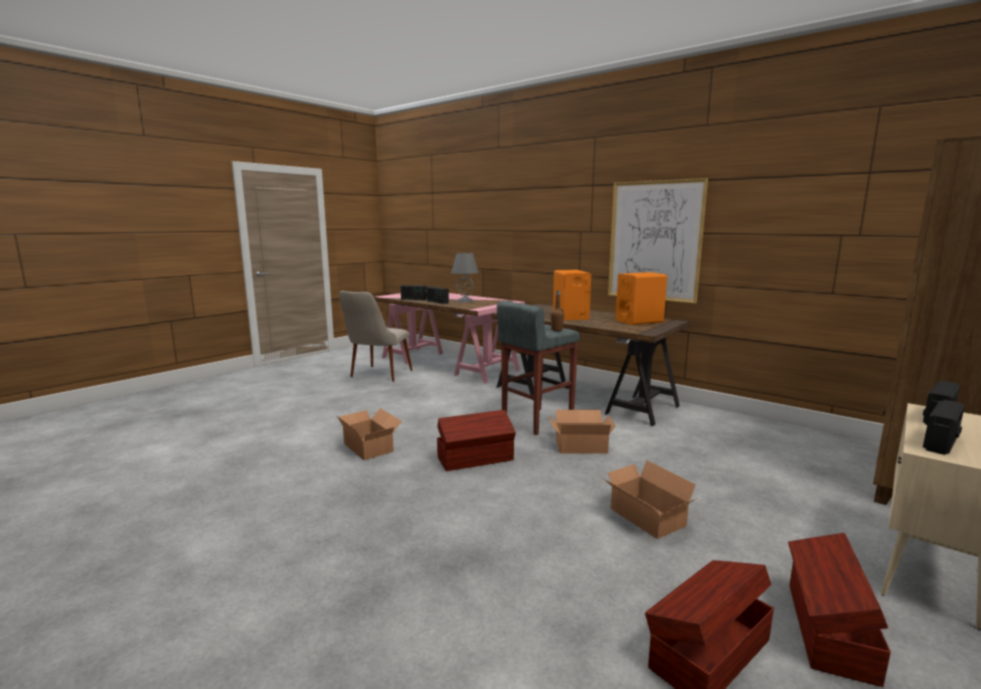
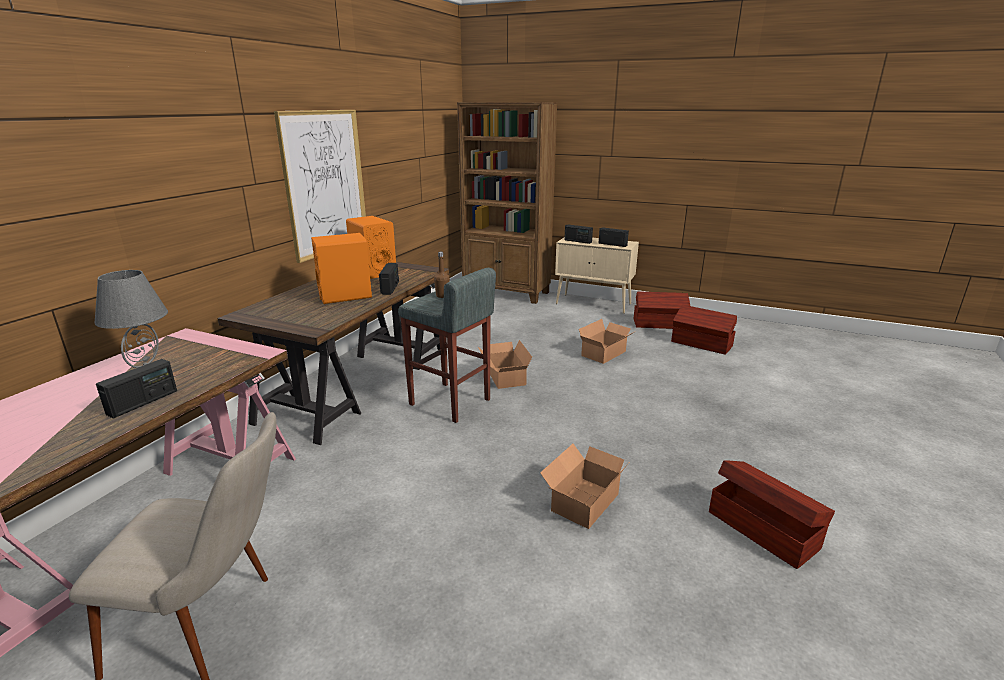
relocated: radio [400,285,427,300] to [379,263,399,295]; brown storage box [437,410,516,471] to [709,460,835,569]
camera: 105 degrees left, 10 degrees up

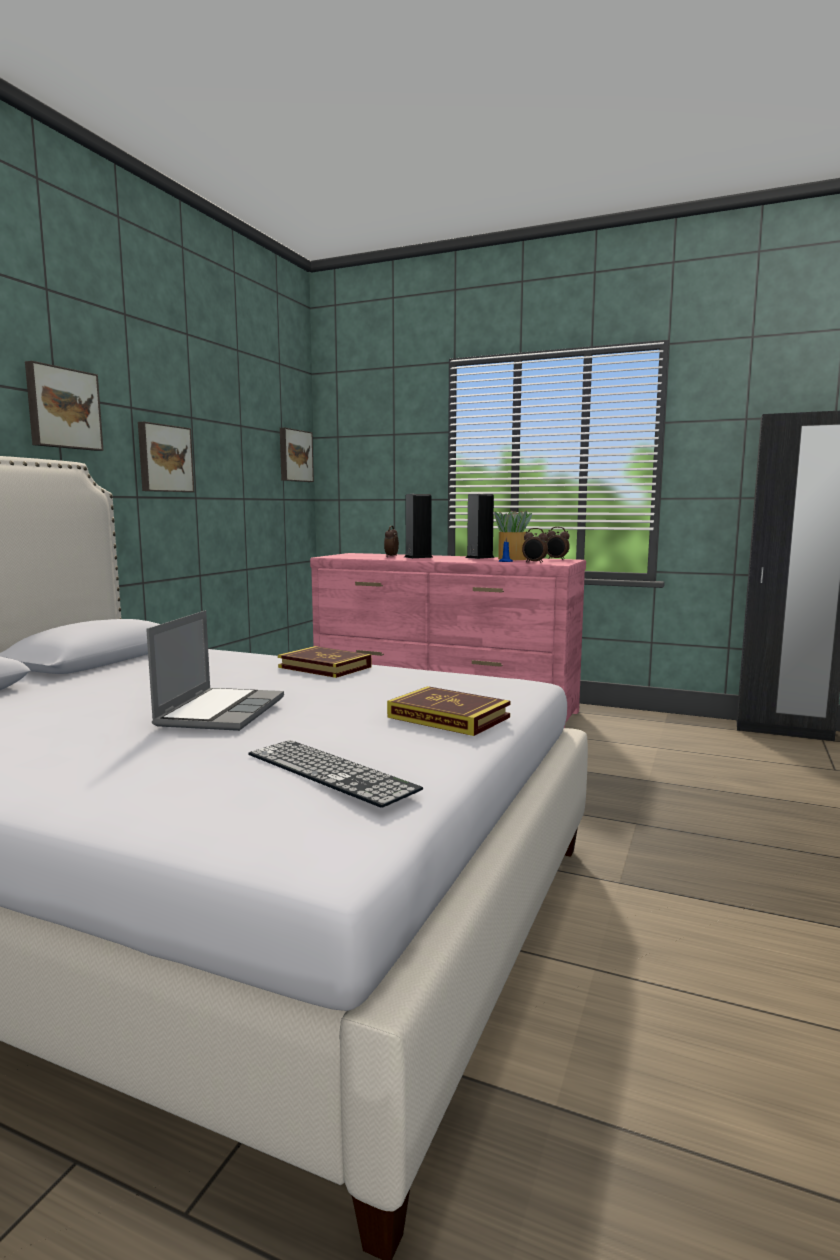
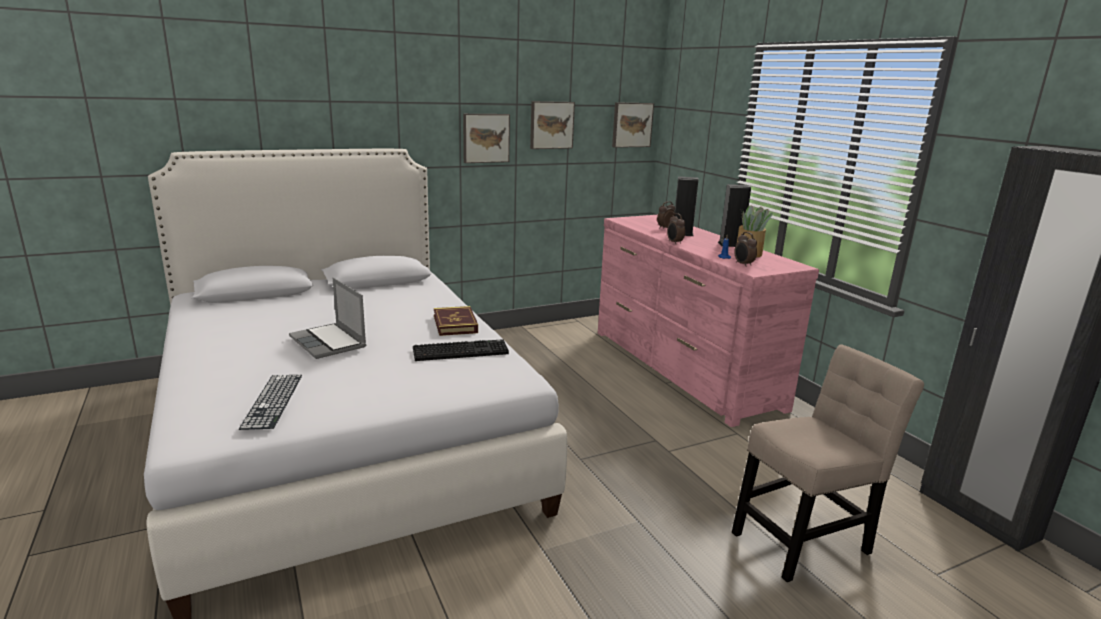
missing: book [387,686,511,736]
appeared: keyboard [413,339,509,361]; beige chair [732,344,924,582]
relocated: picture [25,361,103,451] to [530,101,575,149]; alarm clock [546,527,570,560] to [667,213,685,244]
spun: laptop [146,610,284,731] = [289,278,366,359] 90 degrees clockwise
camera: 40 degrees right, 10 degrees up

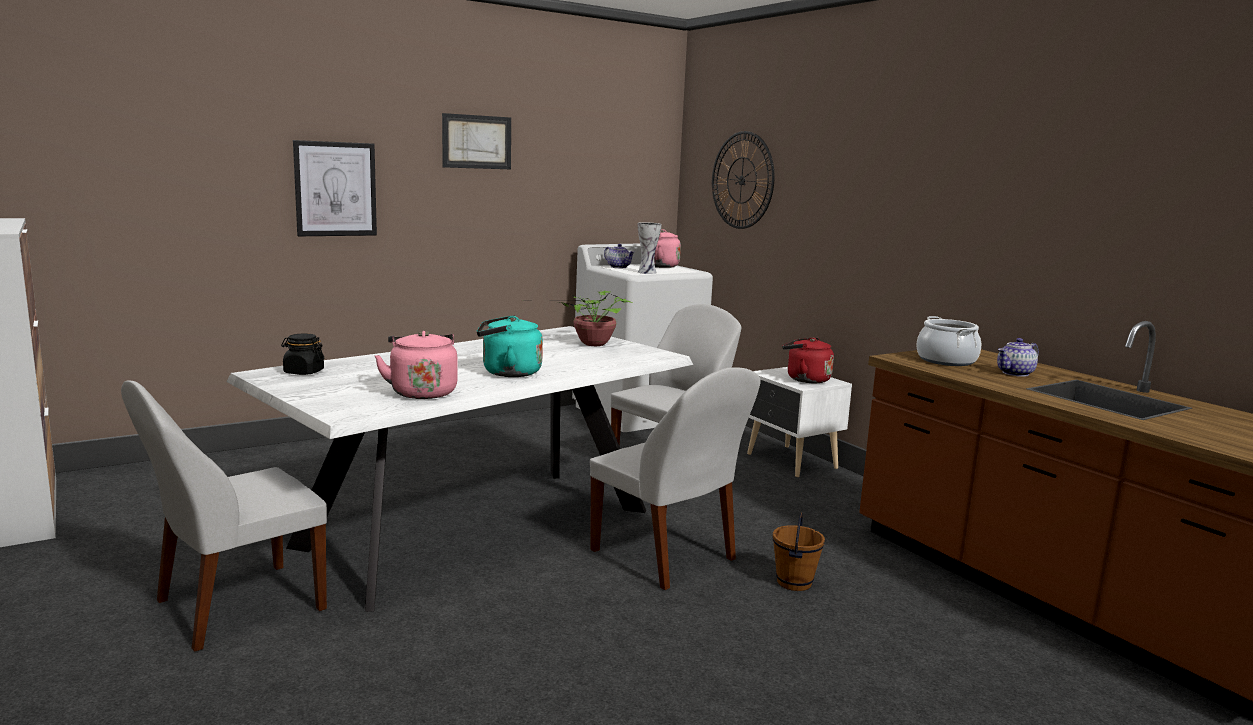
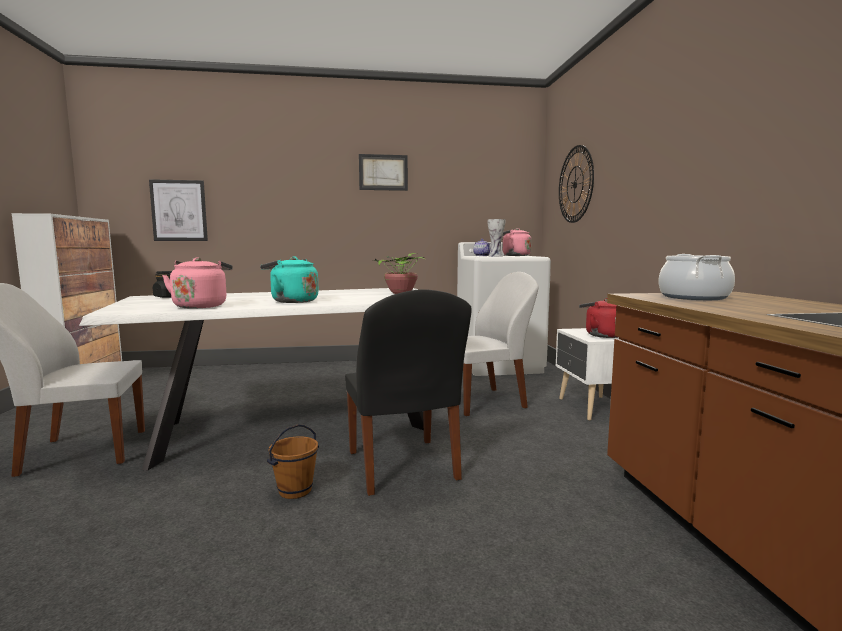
missing: teapot [997,338,1039,377]
relocated: picture [293,140,377,236] to [149,179,208,241]; brown bucket [773,512,825,591] to [267,424,319,499]
colour: white chair [590,367,761,590] to black chair [345,289,472,496]
camera: 25 degrees right, 5 degrees down

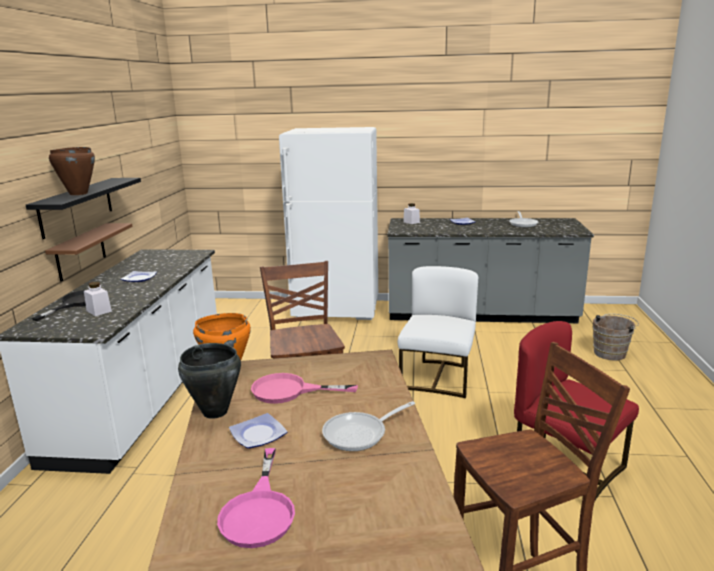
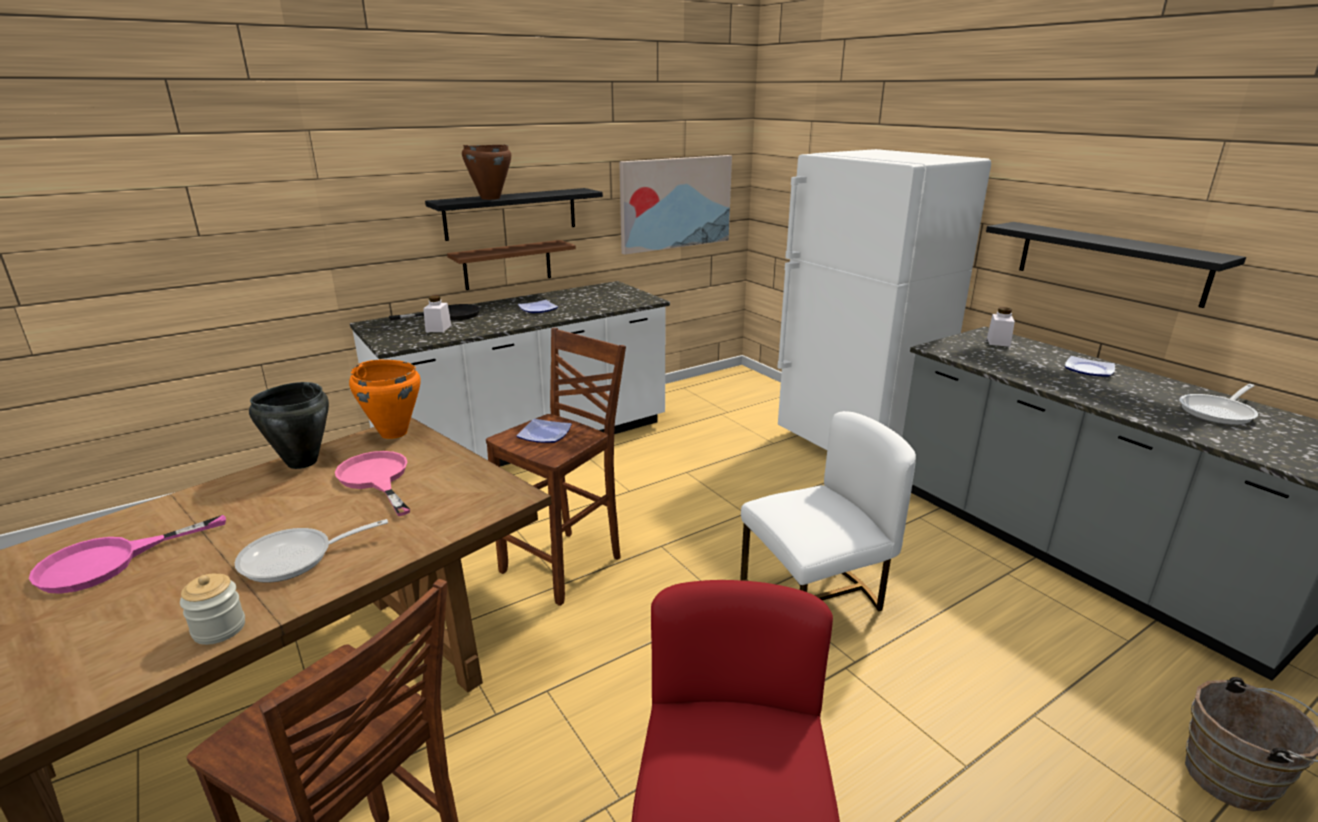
appeared: jar [180,574,245,645]; picture [619,155,732,255]; black shelf [986,222,1246,308]
relocated: plate [229,413,288,449] to [516,419,572,443]
spun: frying pan [322,401,415,451] = [235,519,388,583] 45 degrees counterclockwise
camera: 50 degrees right, 5 degrees up

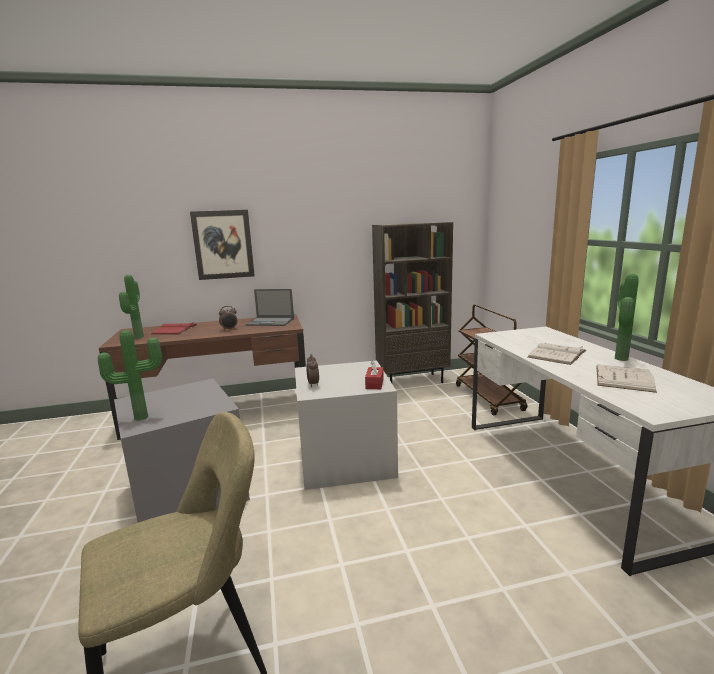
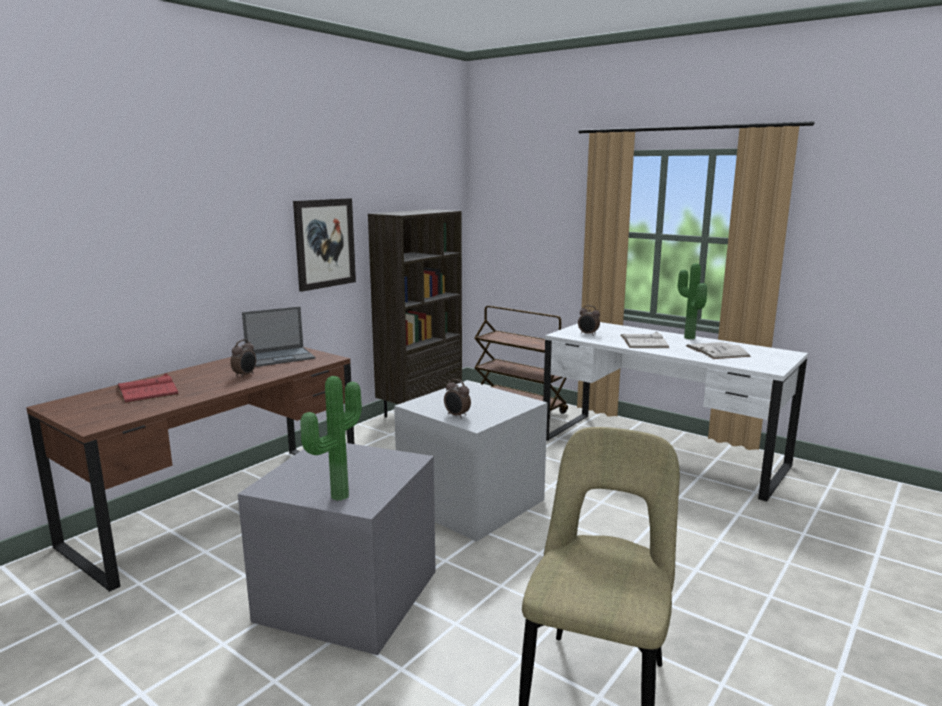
missing: potted plant [119,275,144,338]; red tissue box [365,360,384,389]
appeared: alarm clock [578,305,600,336]
relocated: picture [190,210,255,280] to [293,198,356,292]
camera: 40 degrees left, 0 degrees up

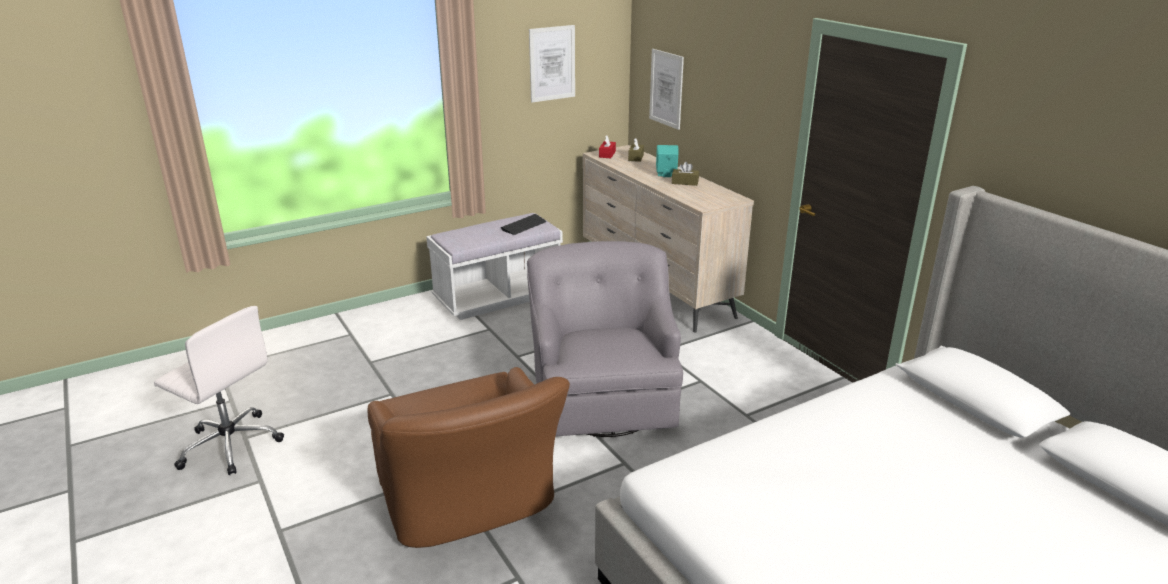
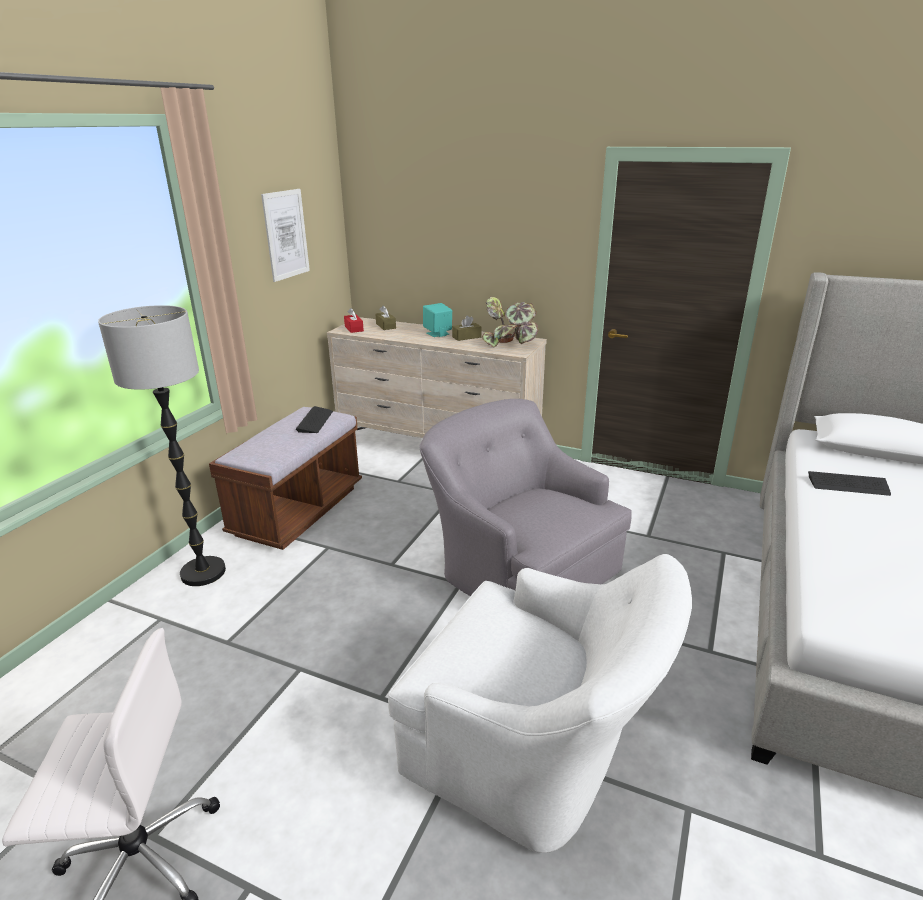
missing: picture [649,49,684,130]
appeared: floor lamp [98,305,226,586]; potted plant [482,297,538,347]; keyboard [808,471,891,496]
colour: white bench [426,213,563,320] to brown bench [209,407,362,550]; brown armchair [367,367,570,548] to white armchair [388,554,692,853]
camera: 35 degrees left, 0 degrees up

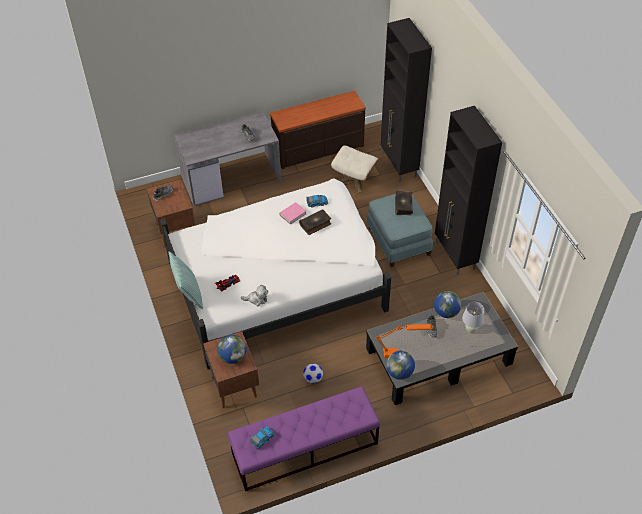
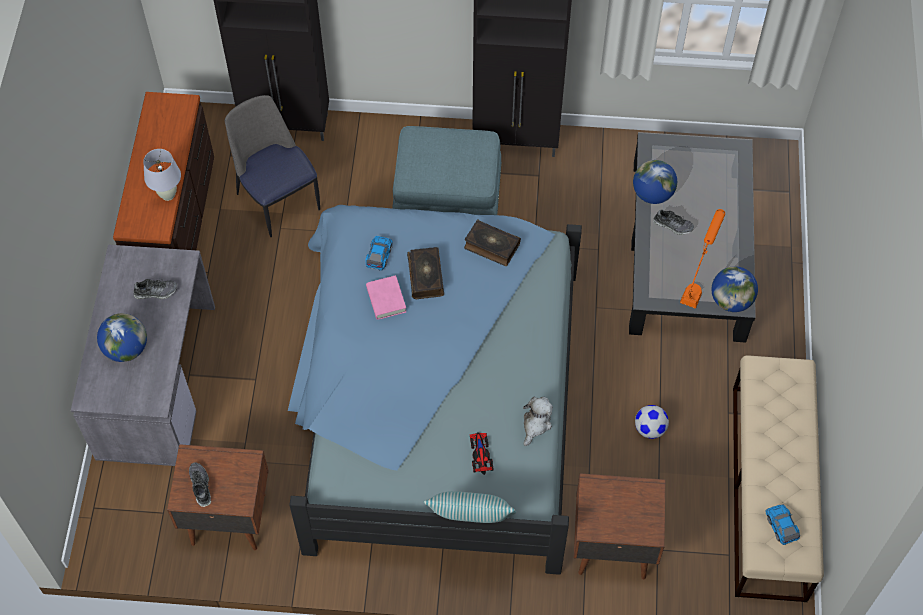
relocated: globe [217,335,247,364] to [97,313,147,362]; white table lamp [462,302,485,334] to [143,149,181,201]; book [395,191,413,215] to [464,219,521,266]
exchanged: beige ottoman [331,145,379,193] to chair [225,95,320,237]
colour: white bed [160,178,391,369] to blue bed [288,205,582,575]; purple bench [228,387,380,491] to beige bench [733,355,824,602]
camera: 65 degrees left, 10 degrees up

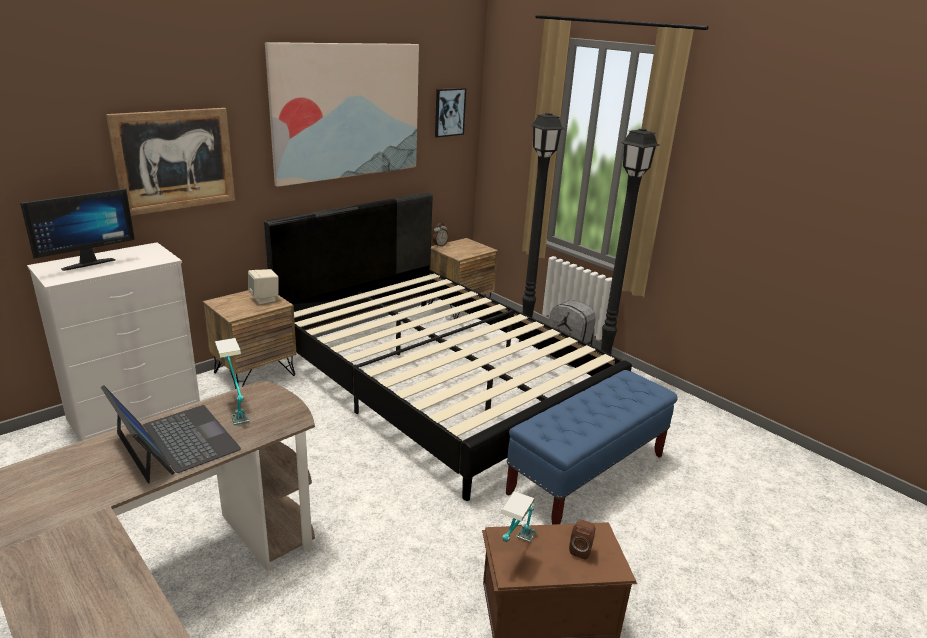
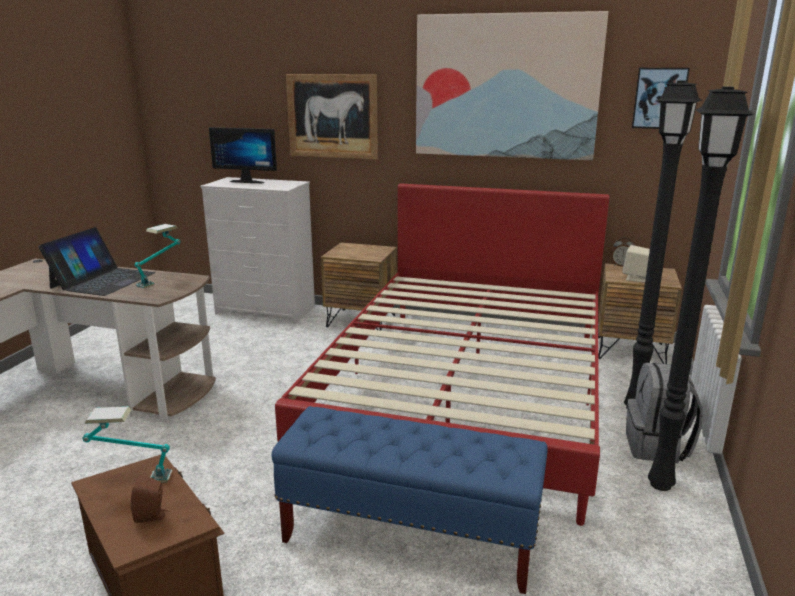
relocated: beige speaker [248,269,279,304] to [622,245,650,282]
colour: black bed [264,192,632,501] to red bed [275,183,610,526]
camera: 60 degrees right, 5 degrees down

